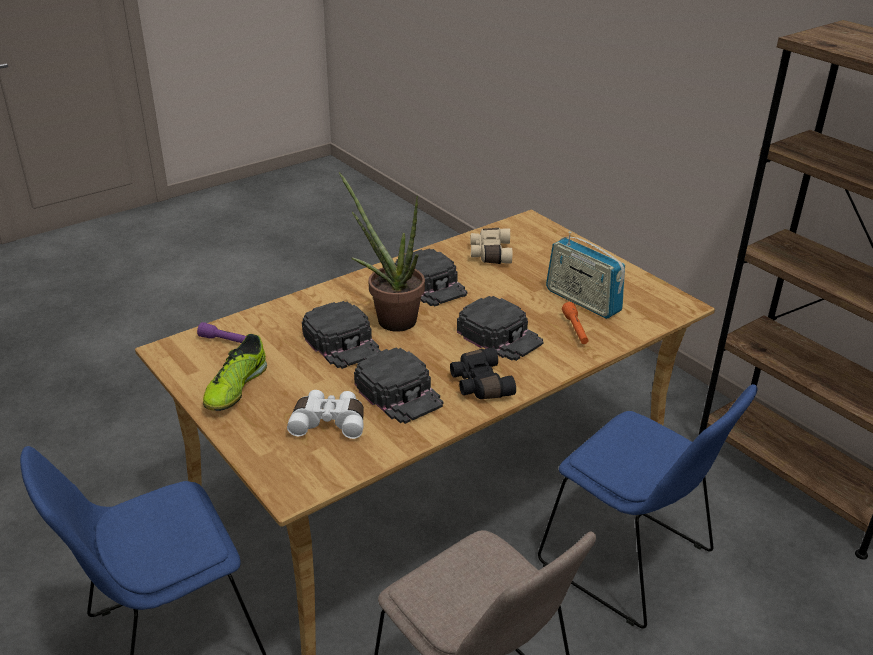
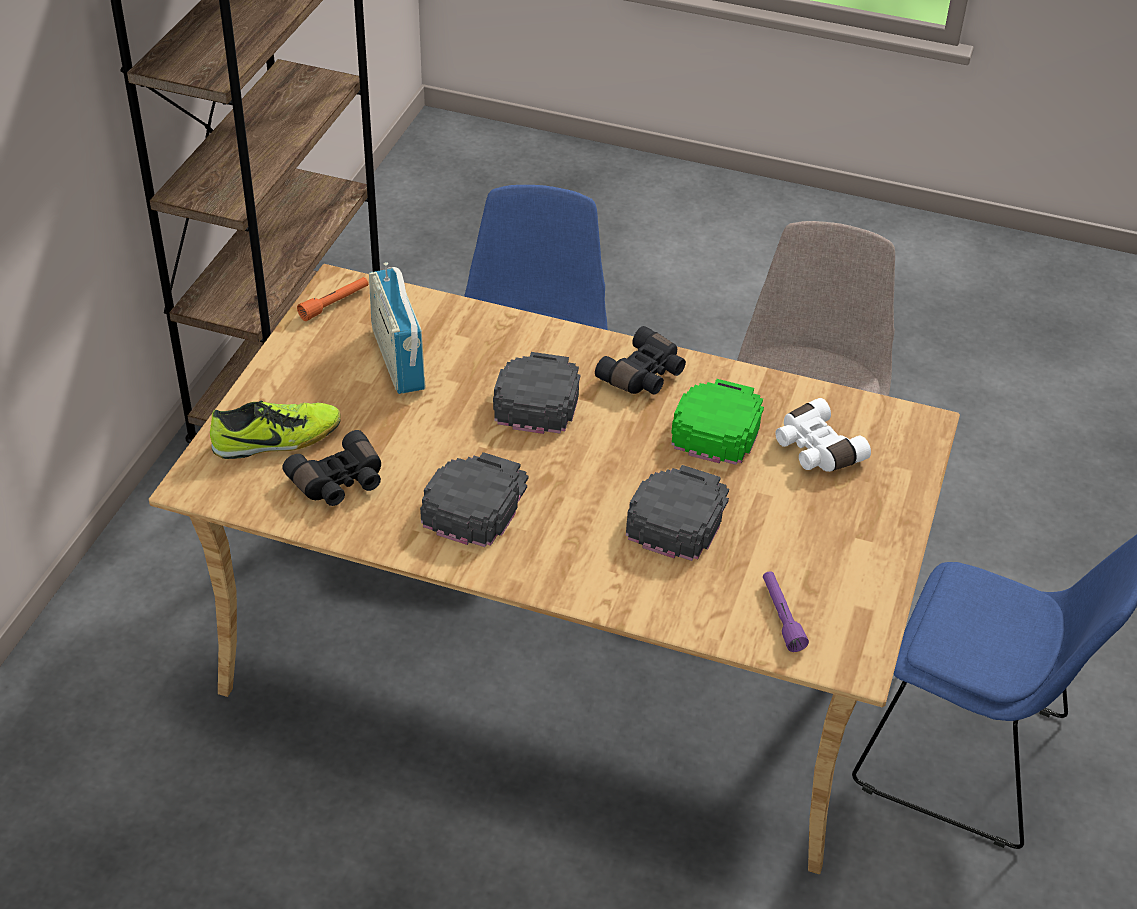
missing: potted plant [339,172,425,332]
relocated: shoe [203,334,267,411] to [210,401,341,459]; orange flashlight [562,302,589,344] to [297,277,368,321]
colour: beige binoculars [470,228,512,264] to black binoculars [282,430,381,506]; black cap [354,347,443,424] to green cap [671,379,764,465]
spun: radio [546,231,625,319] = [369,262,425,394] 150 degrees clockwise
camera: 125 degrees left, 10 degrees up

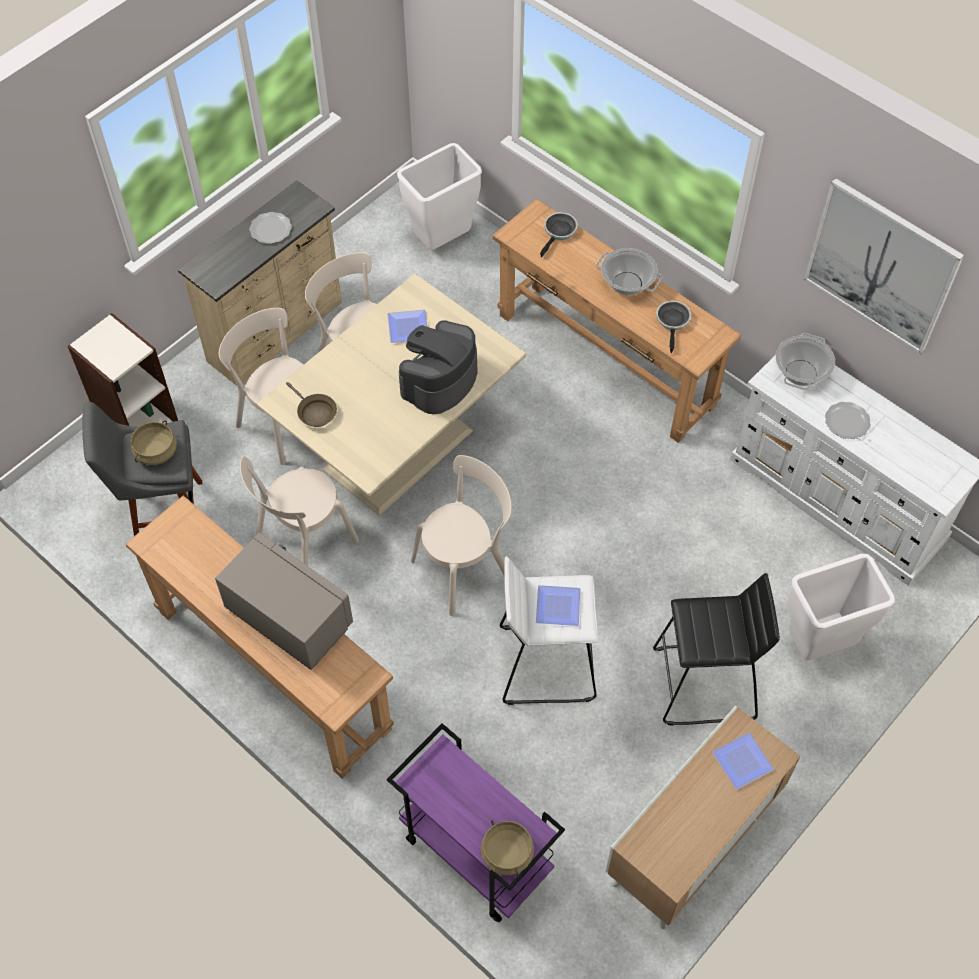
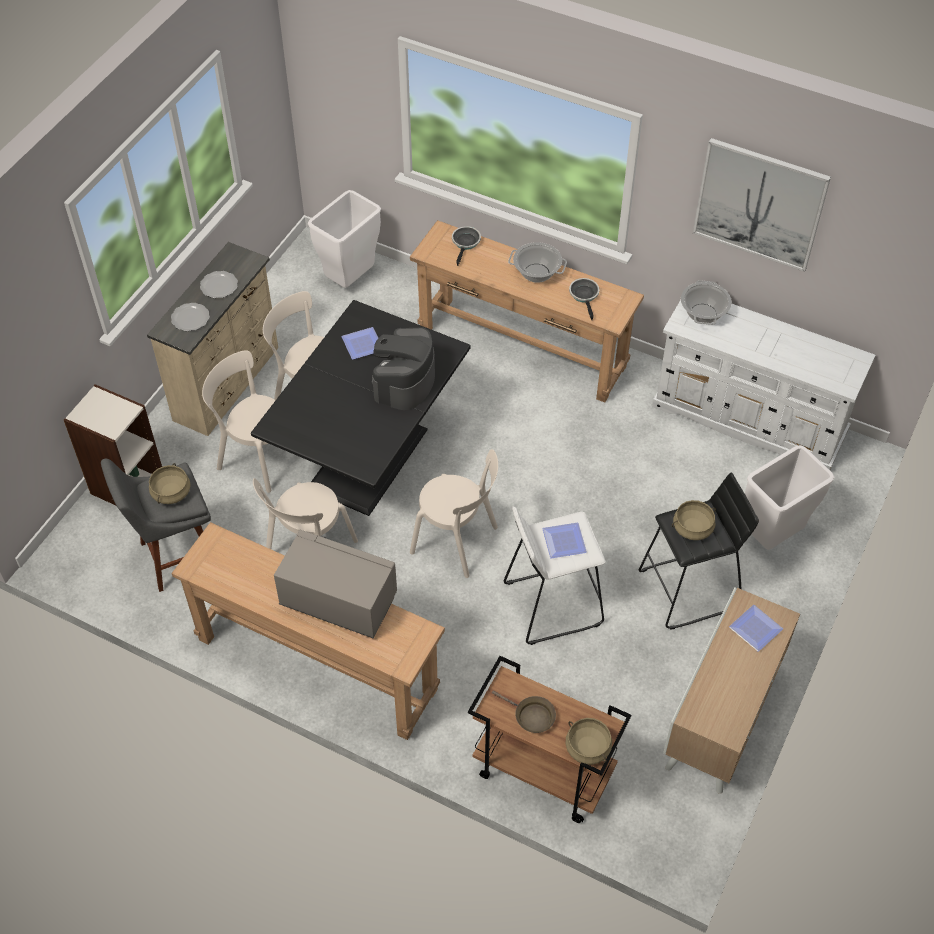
appeared: beige cooking pot [672,500,716,540]
relocated: plate [825,402,871,439] to [171,303,210,331]; brown frying pan [286,382,337,427] to [492,691,556,733]
colour: beige dining table [257,274,526,516] to black dining table [251,300,471,516]; purple cart [387,723,565,922] to brown cart [468,656,631,823]
spun: beige chair [411,455,512,616] = [410,449,498,578] 75 degrees clockwise
camera: 15 degrees left, 5 degrees down

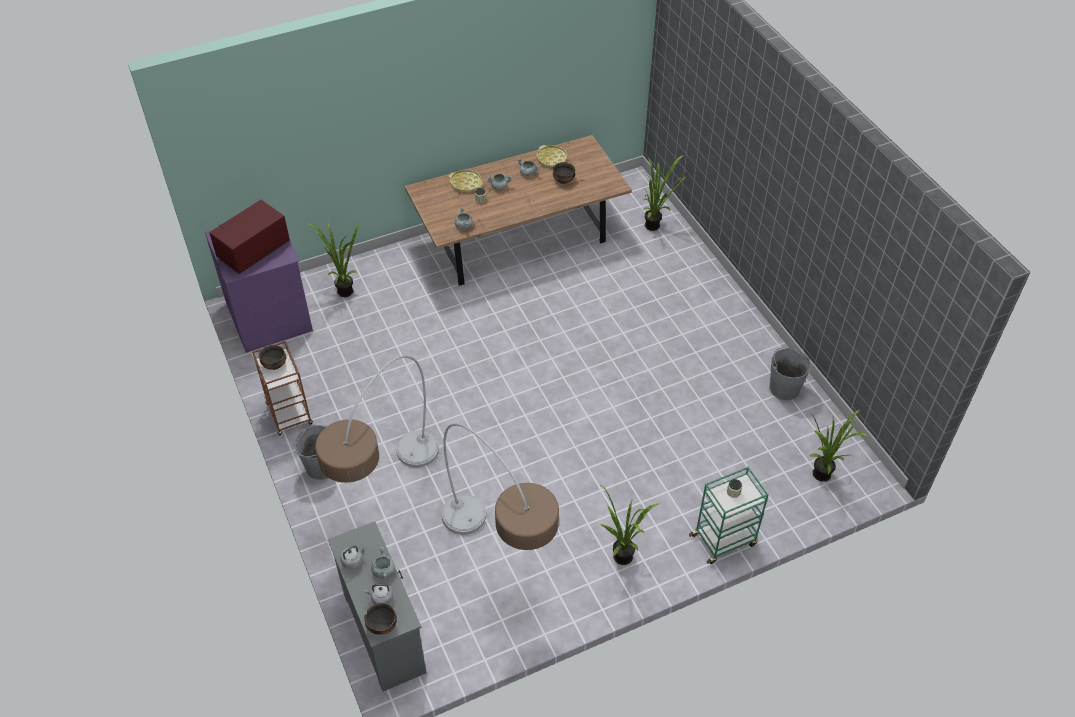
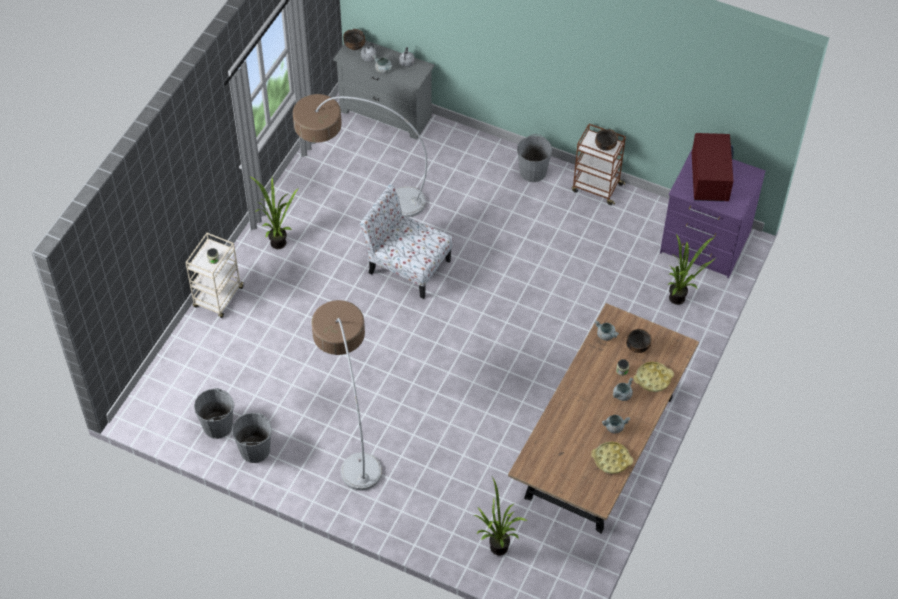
missing: potted plant [809,409,870,482]
appeared: grey bucket [194,388,235,439]; chair [360,184,453,299]
relocated: floor lamp [315,355,439,483] to [311,300,382,490]; bowl [553,162,575,184] to [626,329,652,353]
colour: green cart [689,467,769,564] to beige cart [185,233,244,318]
camera: 140 degrees right, 5 degrees up

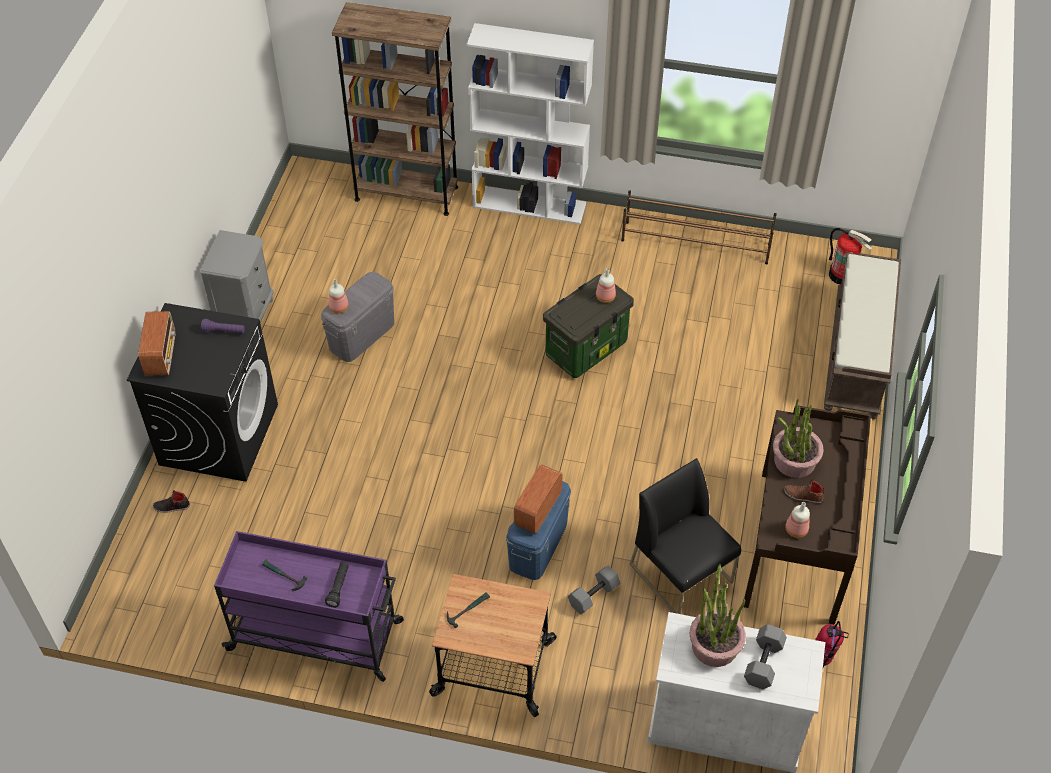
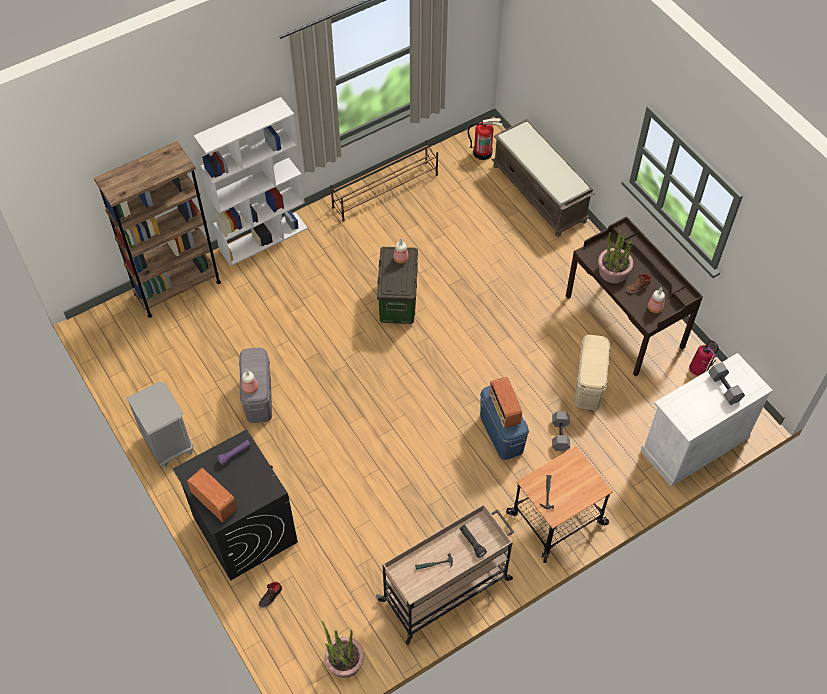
relocated: potted plant [690,564,746,667] to [322,621,364,678]
exchanged: black chair [630,458,741,614] to beige storage box [574,335,610,410]
colour: purple cart [214,531,404,682] to beige cart [376,504,514,645]
camera: 45 degrees left, 5 degrees up

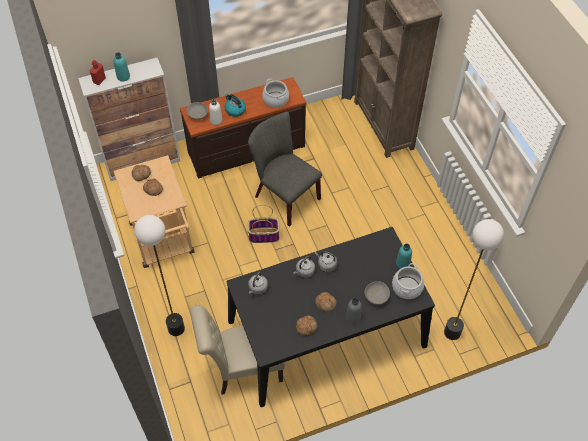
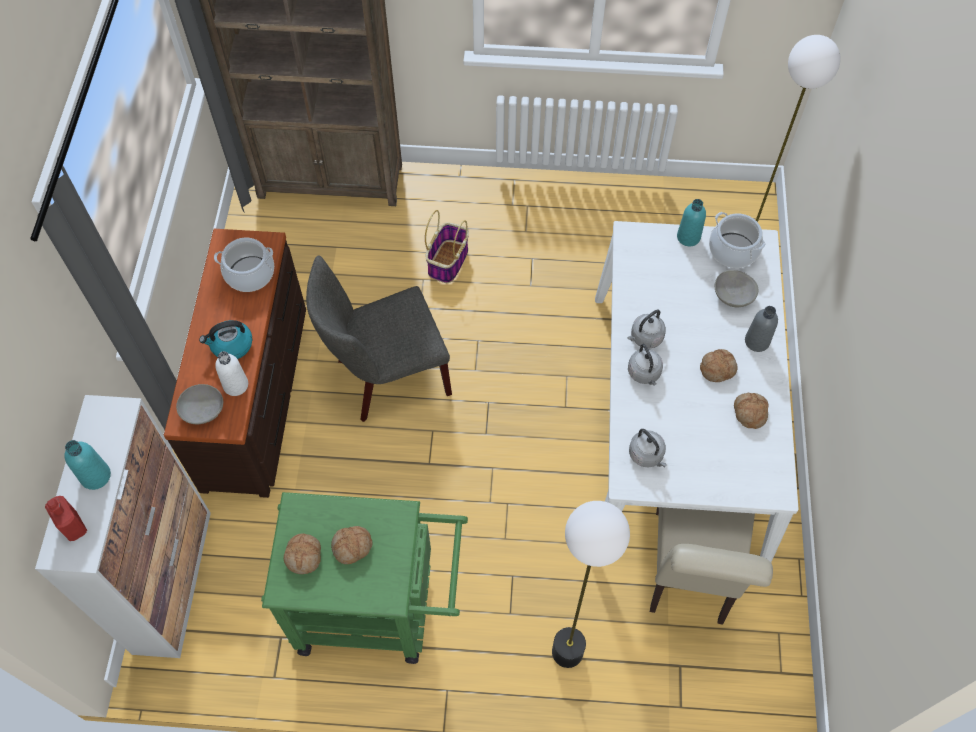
relocated: basket [248,205,280,243] to [425,210,469,283]
colour: beige cart [114,155,194,268] to green cart [261,492,468,664]; black dining table [226,227,435,407] to white dining table [595,221,799,562]
camera: 65 degrees left, 5 degrees up

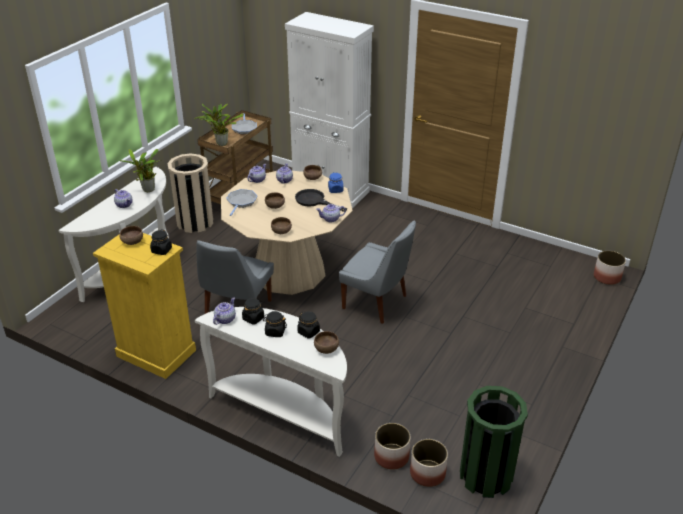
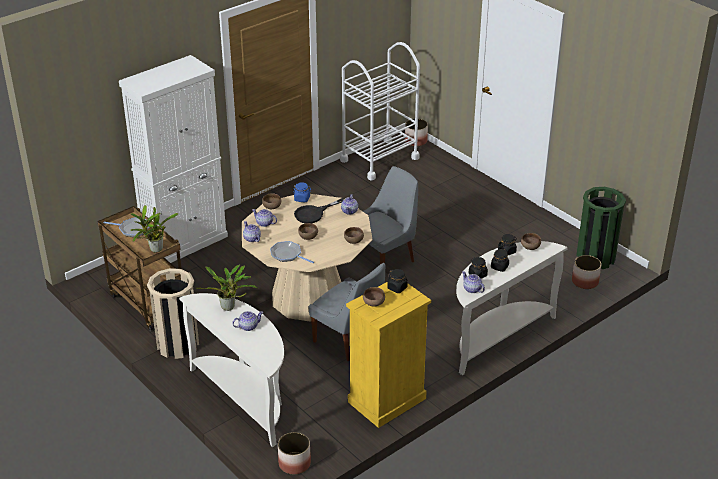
appeared: white cart [340,42,420,180]
relocated: planter [374,423,411,470] to [278,432,311,474]
camera: 70 degrees left, 0 degrees up

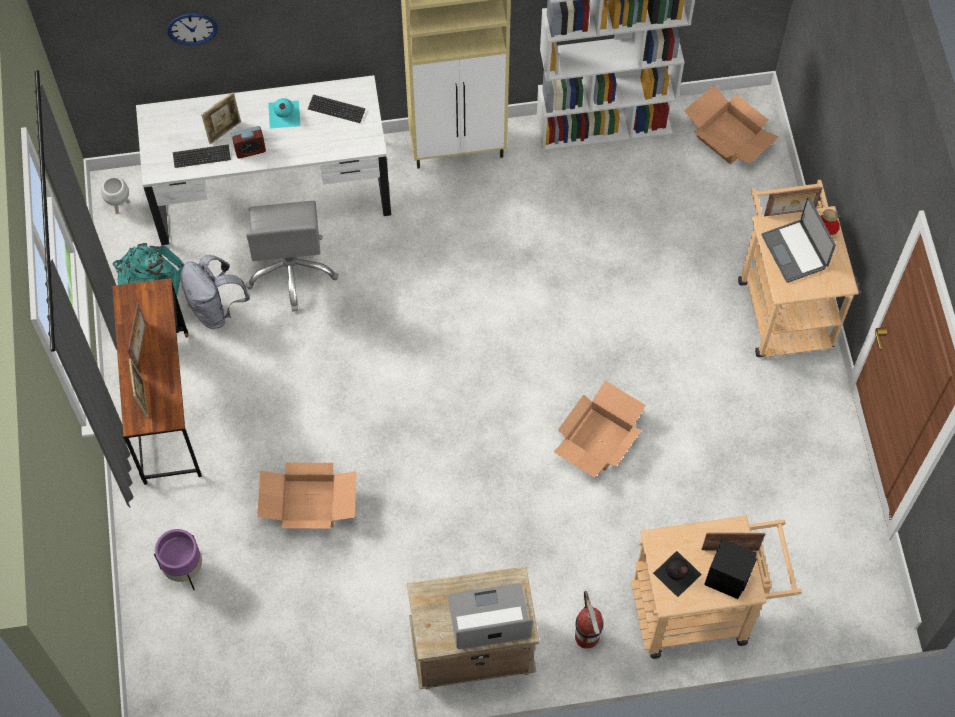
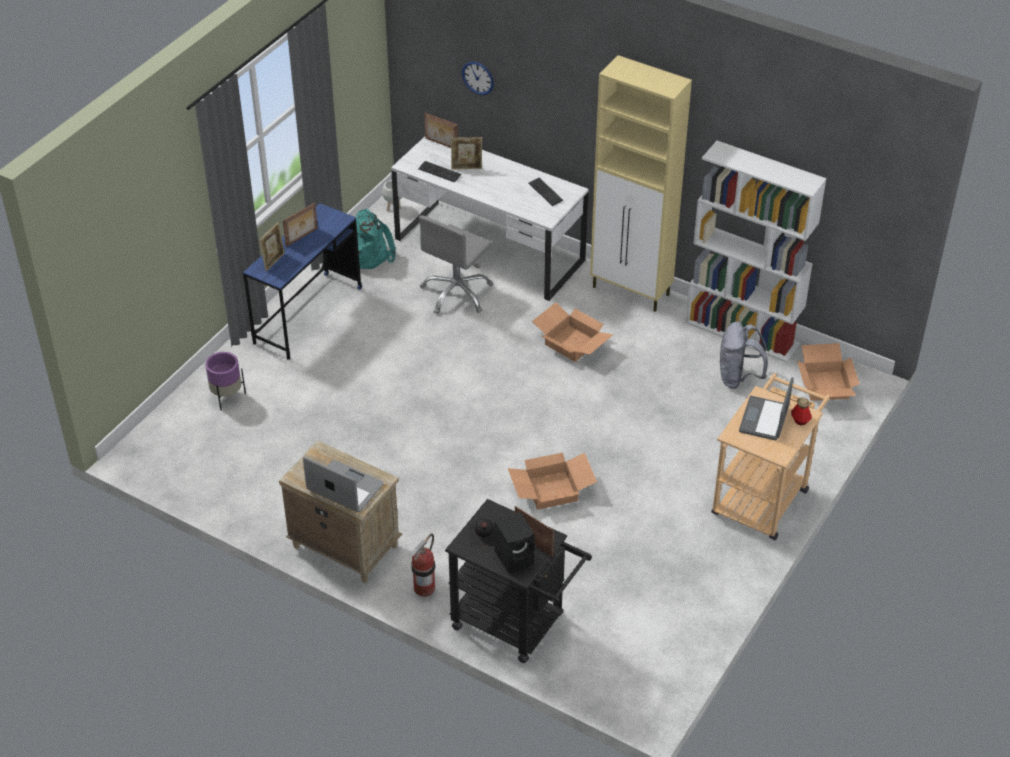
missing: alarm clock [231,126,266,159]; turquoise bottle [268,98,300,129]
relocated: picture frame [764,187,822,216] to [424,113,458,148]; cardboard box [257,463,357,529] to [532,302,614,362]; grey backpack [180,255,250,329] to [719,322,768,389]
colour: brown desk [112,278,202,485] to blue desk [243,203,362,360]; beige cart [631,516,802,659] to black cart [445,499,592,663]
camera: 40 degrees right, 20 degrees down

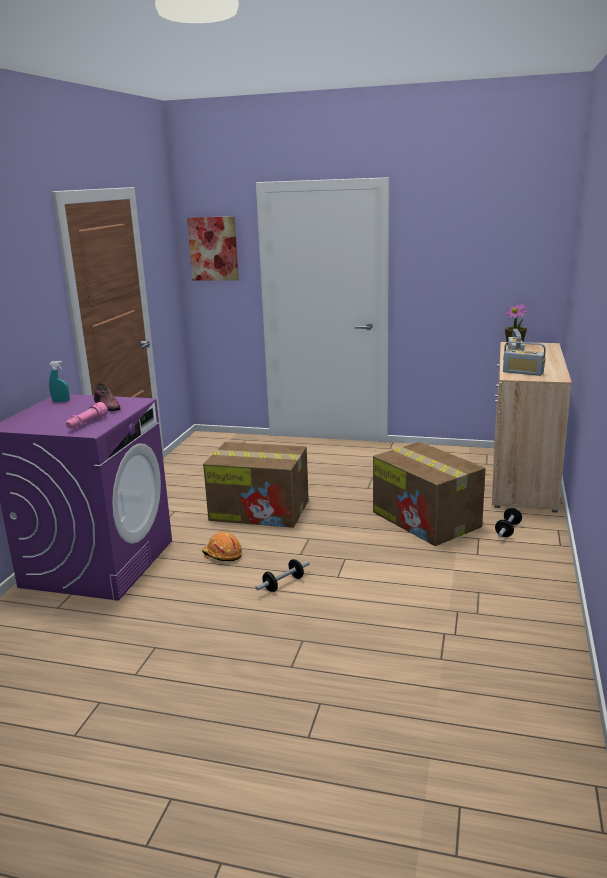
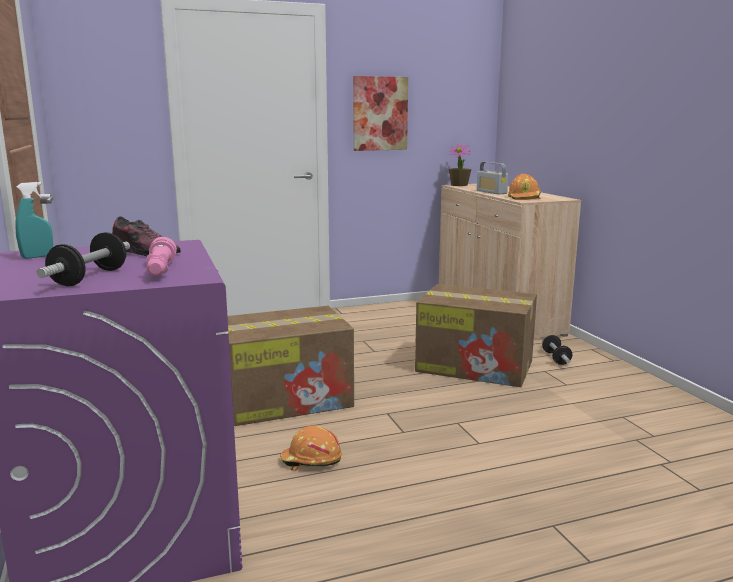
relocated: dumbbell [255,559,310,592] to [37,232,130,286]; picture [187,216,239,281] to [353,76,408,151]
exchanged: radio [503,341,546,376] to orange hard hat [508,174,541,200]
camera: 35 degrees left, 5 degrees down

